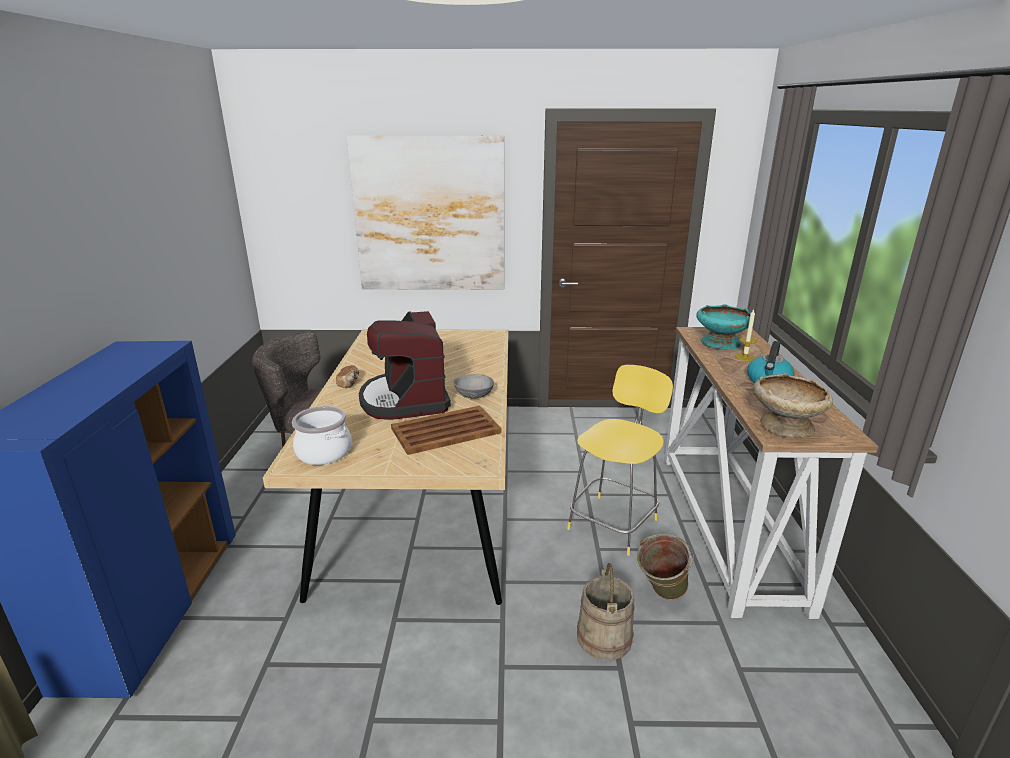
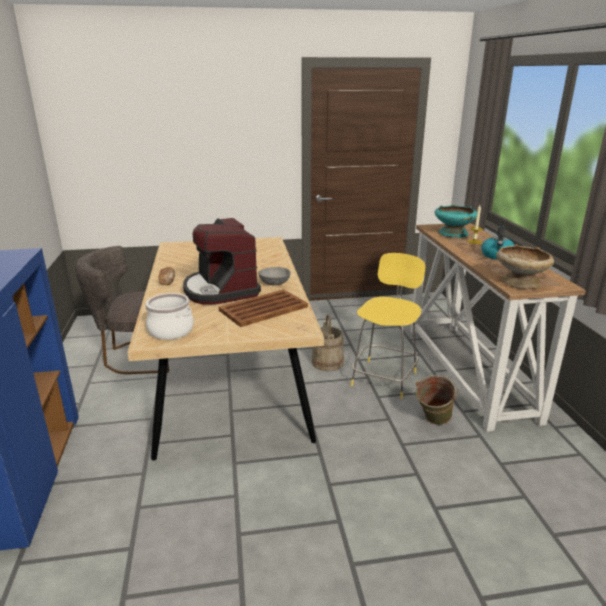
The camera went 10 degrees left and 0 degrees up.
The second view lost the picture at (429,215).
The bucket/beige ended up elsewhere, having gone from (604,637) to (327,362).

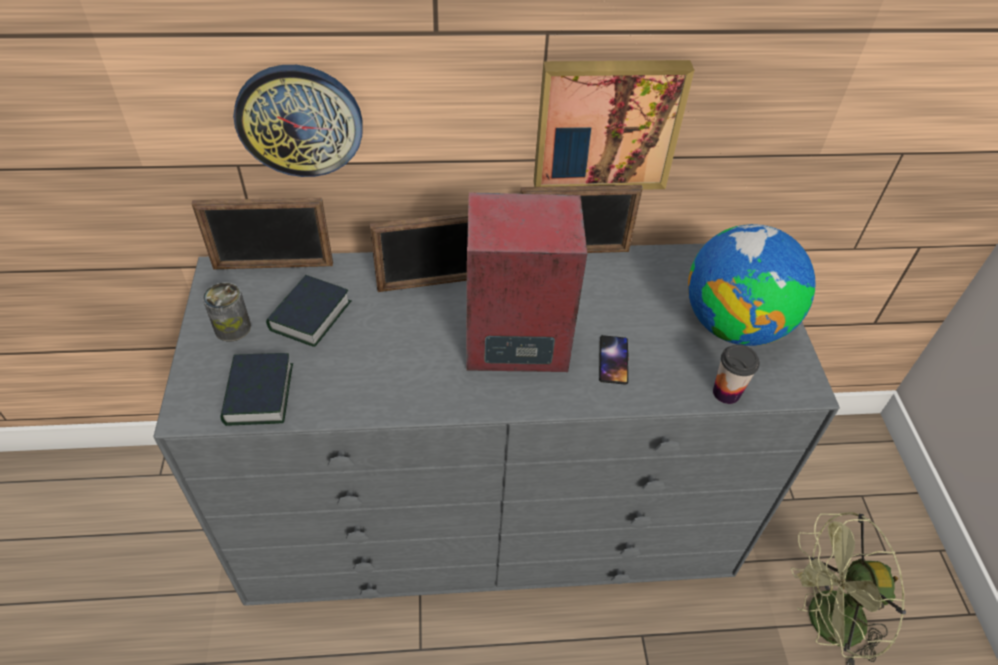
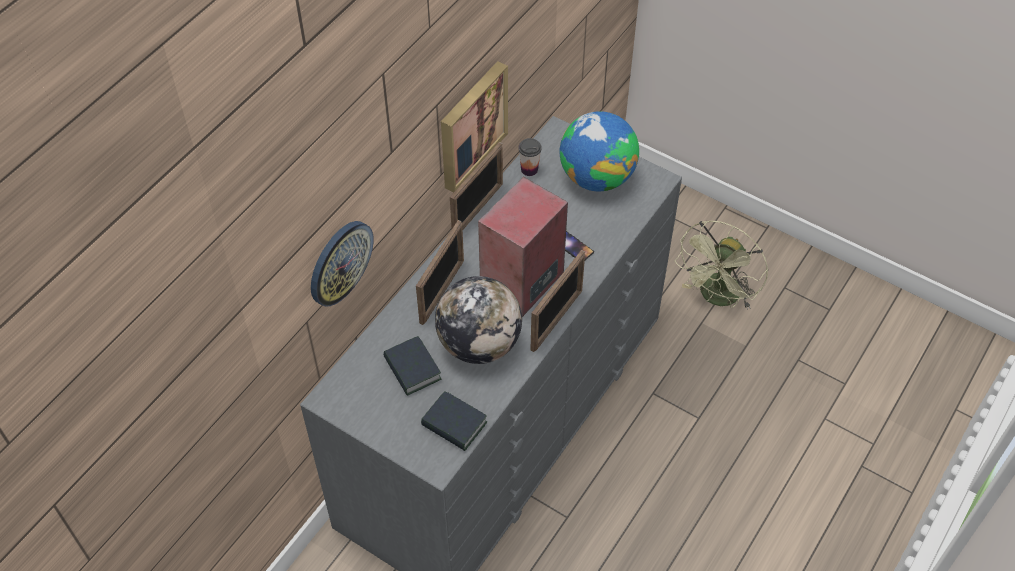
The camera went 50 degrees left and 5 degrees up.
The second view lost the can at (232,328).
The second view gained the globe at (479,344).
The picture frame ended up elsewhere, having gone from (273,266) to (557,320).
The cup ended up elsewhere, having gone from (726,392) to (529,169).

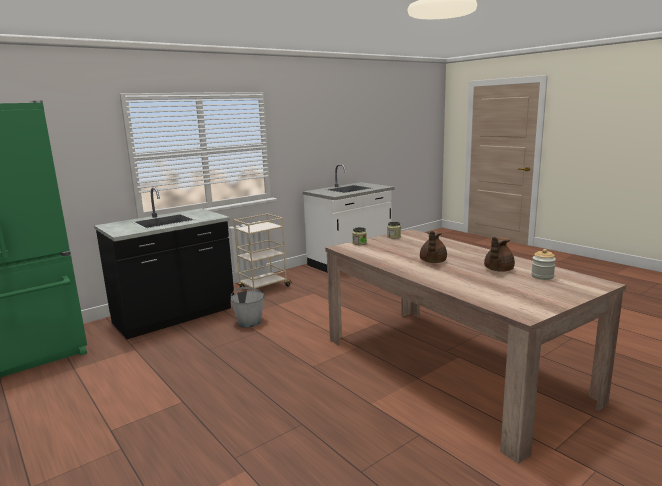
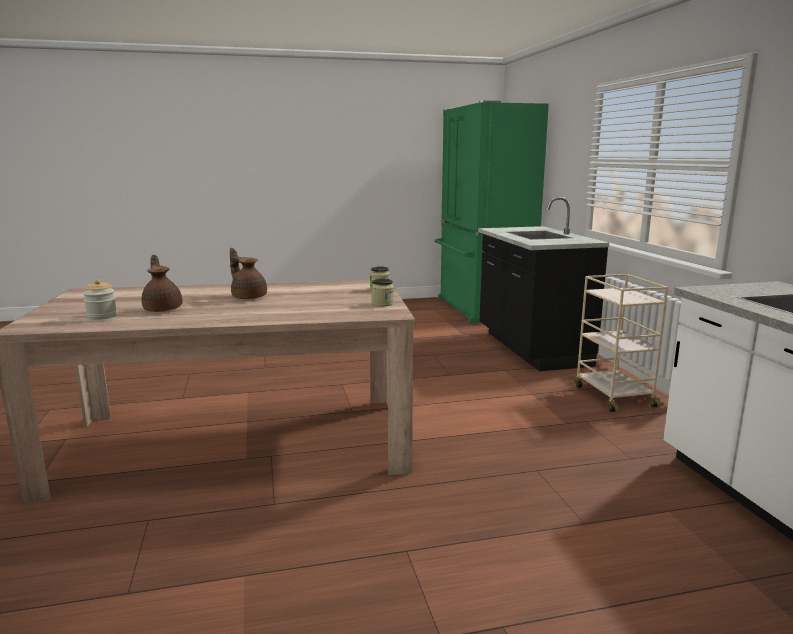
The camera went 115 degrees right and 0 degrees up.
The second view lost the bucket/grey at (249,322).

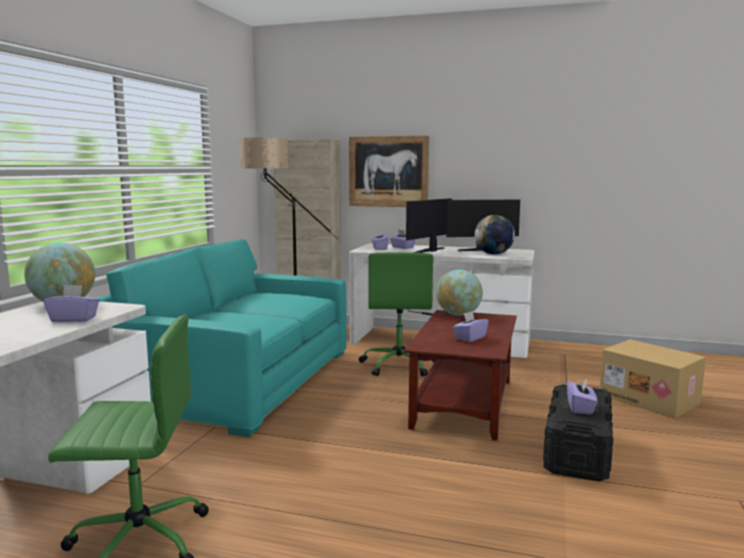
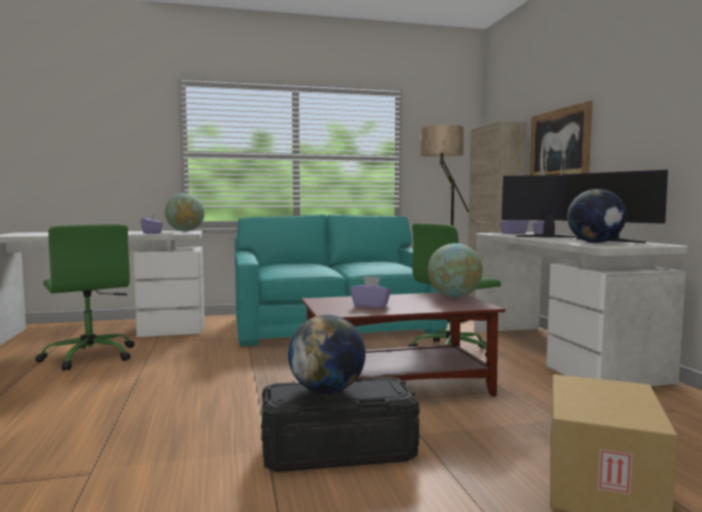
The camera went 60 degrees right and 5 degrees down.
Where the tissue box/purple stood at (580,408), the globe came to stand at (327,391).

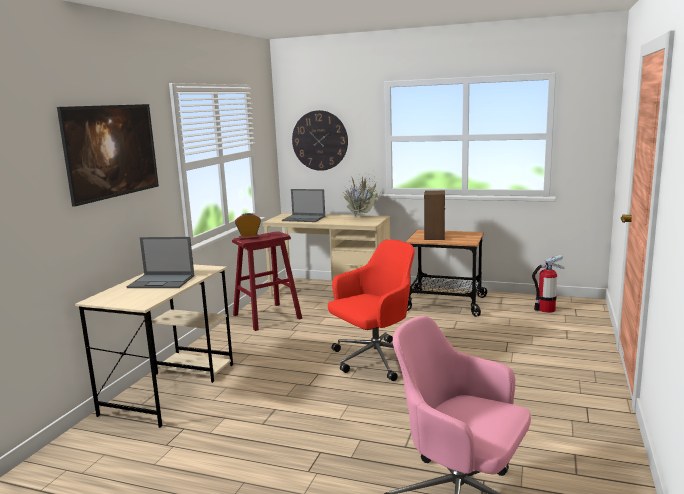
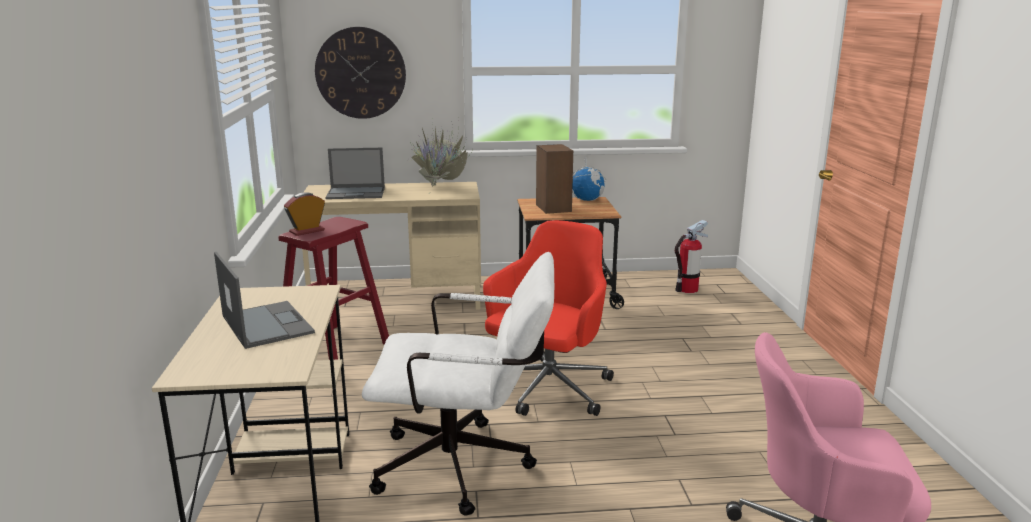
The camera went 25 degrees left and 5 degrees up.
The second view lost the picture at (115,173).
The second view gained the office chair/white at (466,467).
The second view gained the globe at (587,200).
The laptop at (162,281) ended up facing another way, 105 degrees counterclockwise from before.

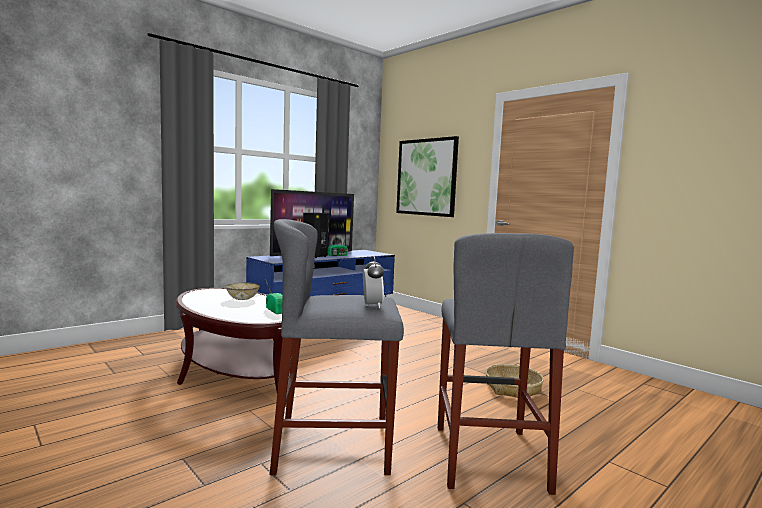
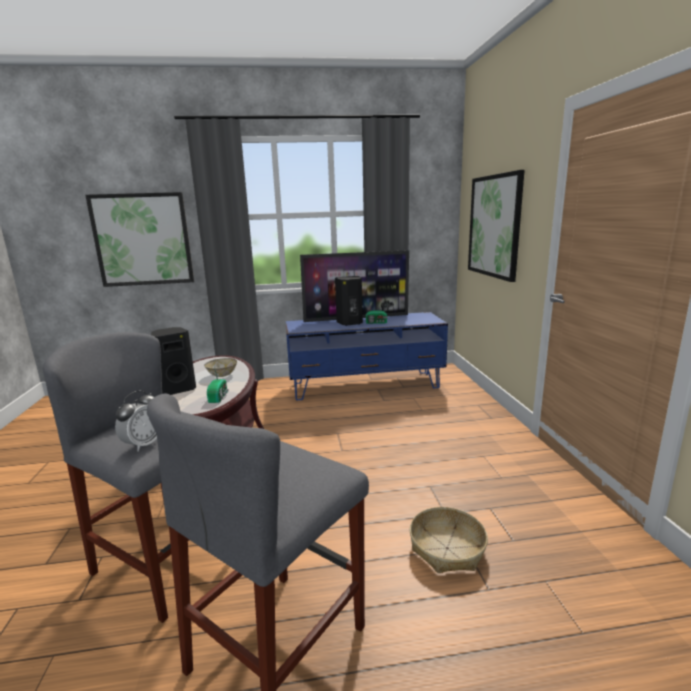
The camera went 35 degrees right and 10 degrees up.
The second view gained the picture at (143,240).
The second view gained the speaker/black at (177,389).

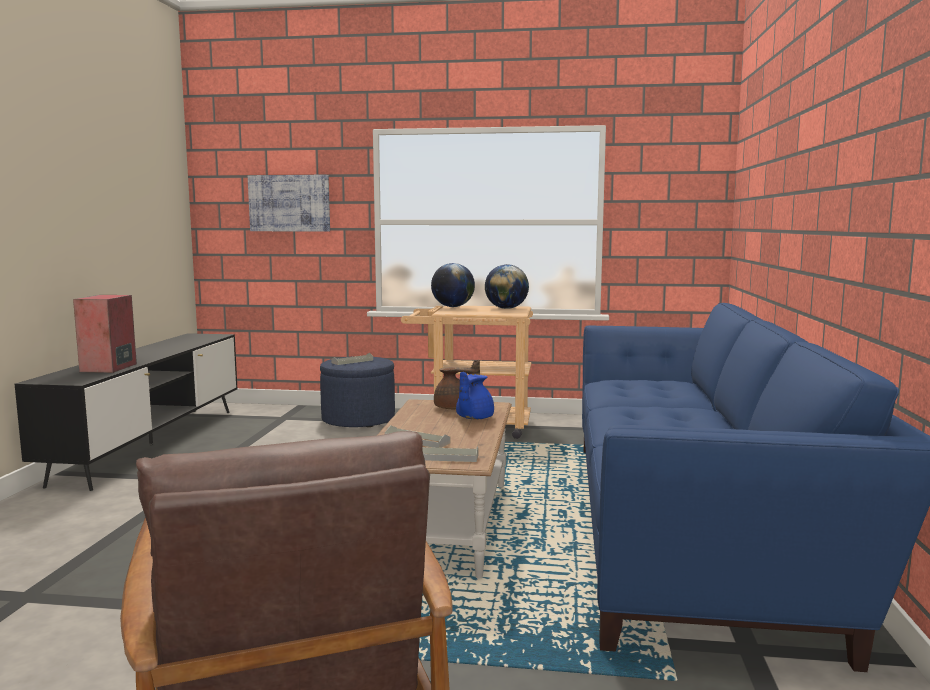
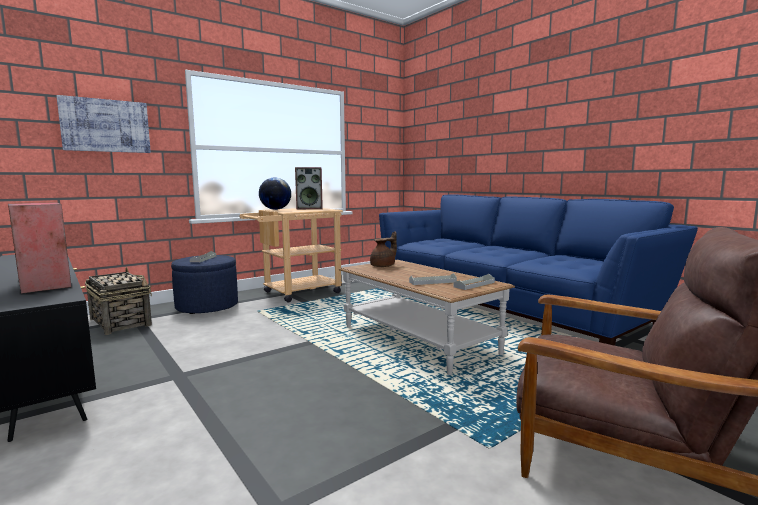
The camera went 45 degrees left and 0 degrees up.
The second view lost the teapot/blue at (473,418).
The second view gained the basket at (120,322).
Where the globe stood at (506,308), the speaker came to stand at (310,208).

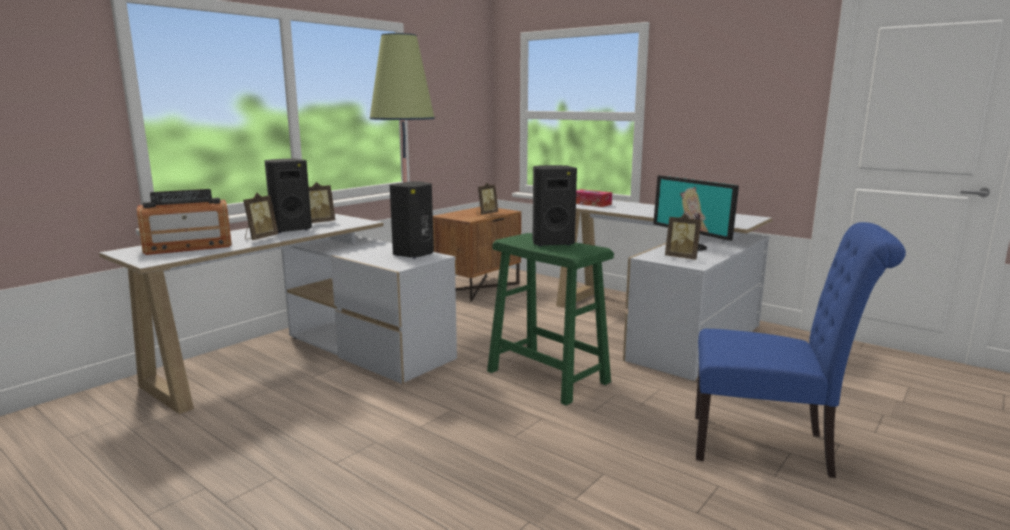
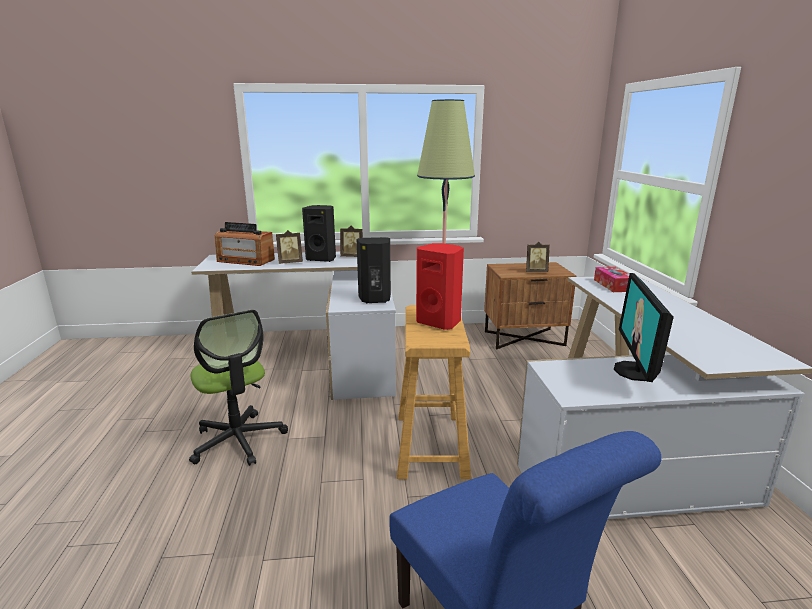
The camera went 45 degrees right and 5 degrees up.
The second view lost the picture frame at (682,257).
The second view gained the office chair at (238,440).
What was the stool/green at (547,376) turned into the stool/beige at (431,445).
What was the speaker/black at (551,243) turned into the speaker/red at (440,322).

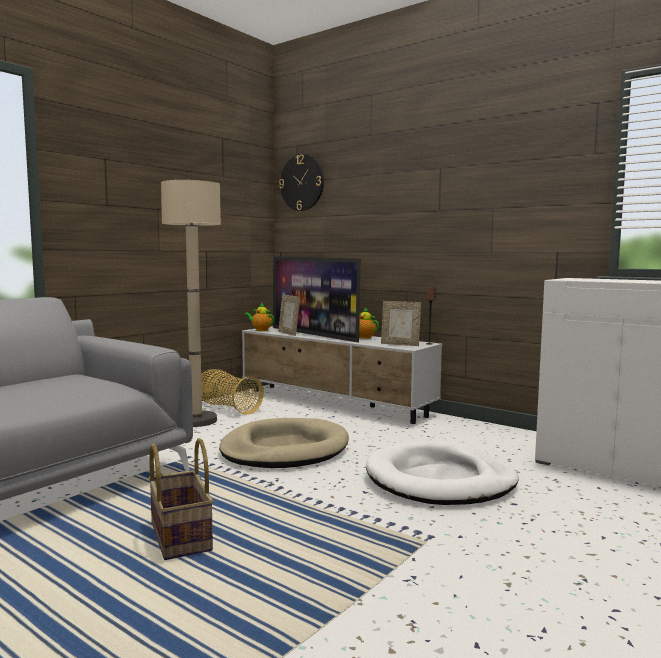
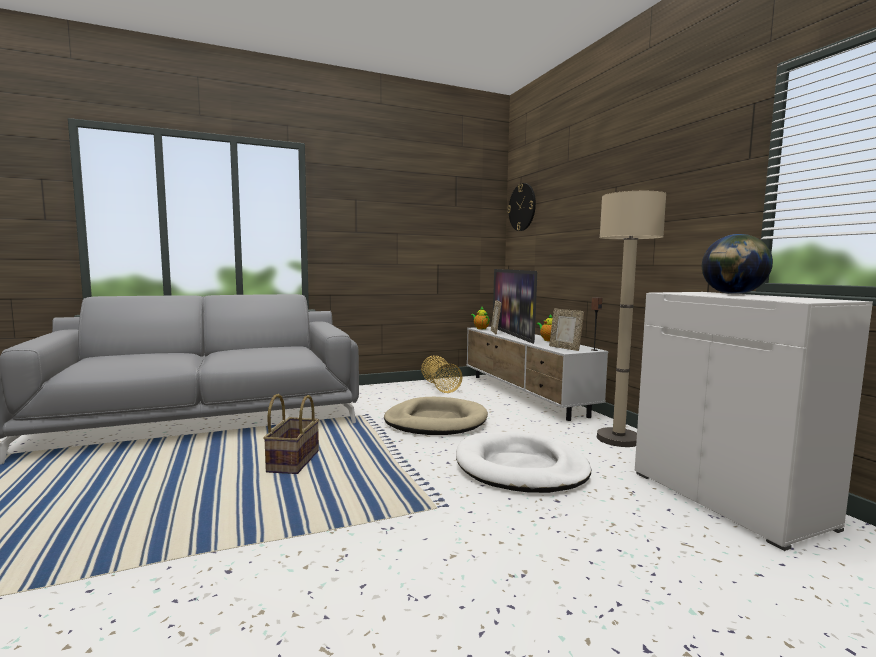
The camera went 30 degrees right and 0 degrees up.
The second view gained the globe at (733,294).
The floor lamp/beige ended up elsewhere, having gone from (196,421) to (618,439).

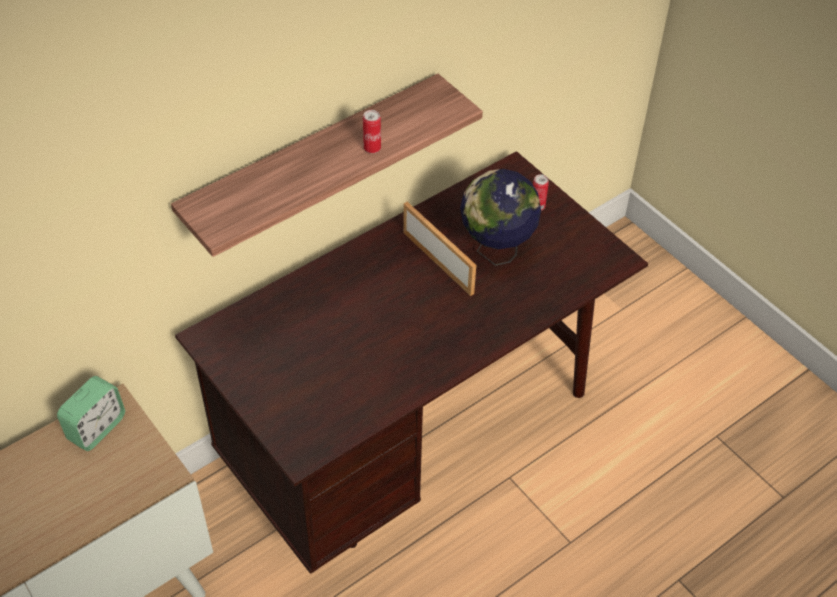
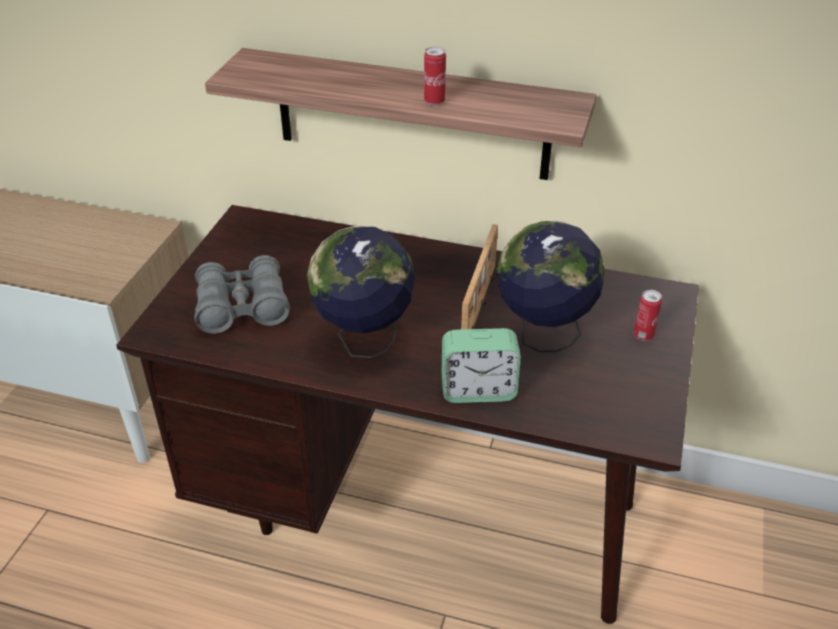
The camera went 55 degrees right and 10 degrees down.
The second view gained the binoculars/grey at (242,307).
The second view gained the globe at (364,342).
The alarm clock ended up elsewhere, having gone from (96,428) to (478,390).

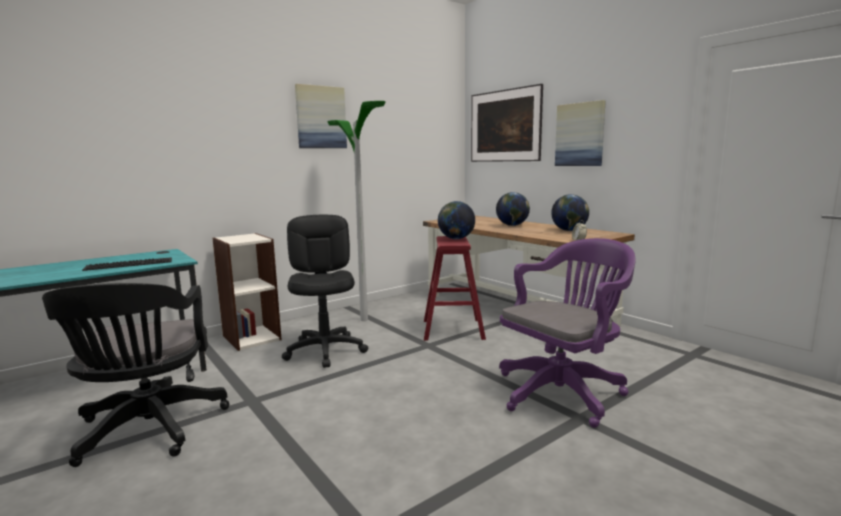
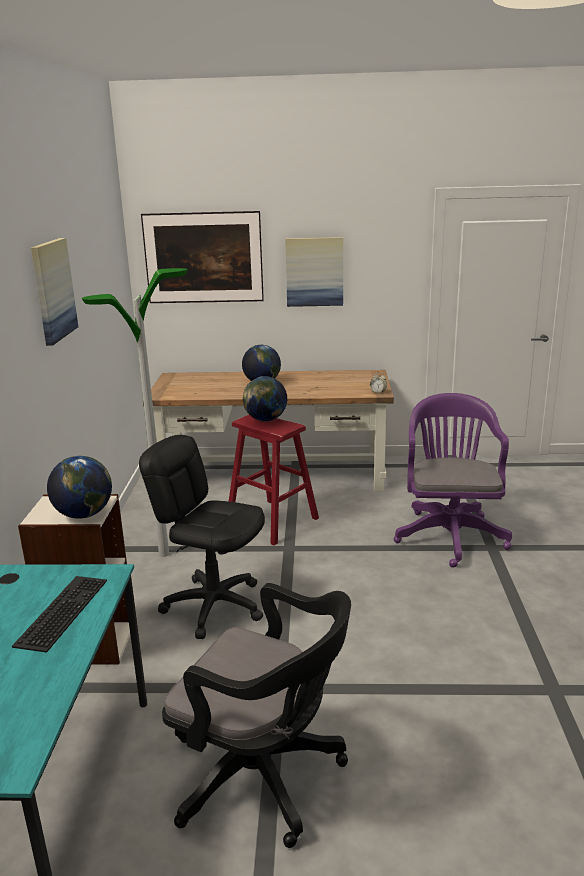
The camera went 50 degrees left and 10 degrees up.
The globe ended up elsewhere, having gone from (569,230) to (84,515).

